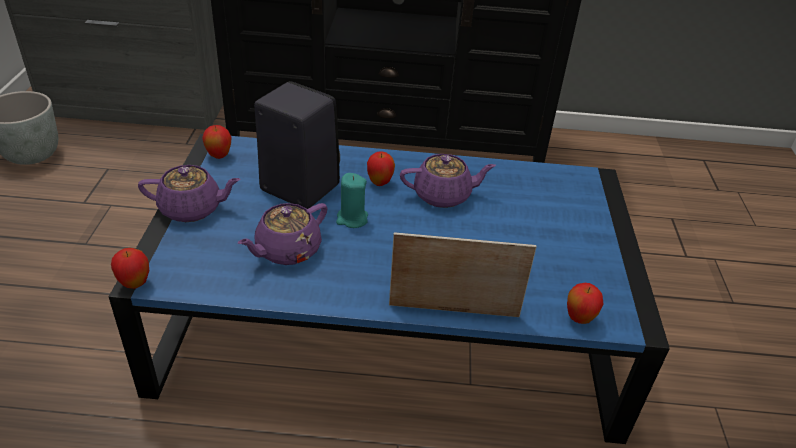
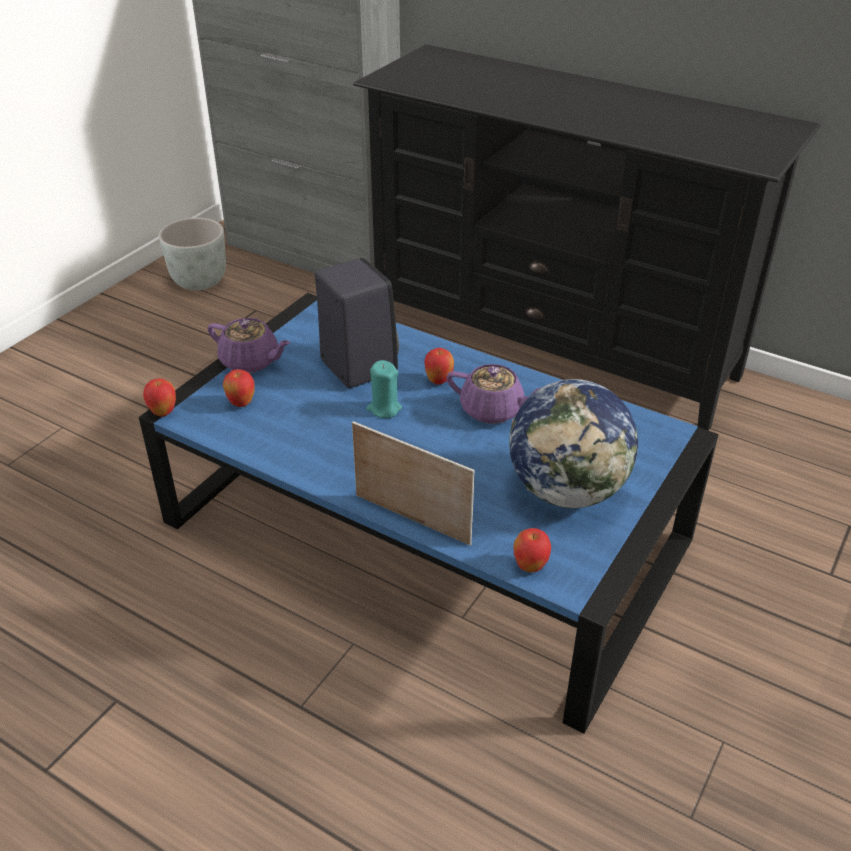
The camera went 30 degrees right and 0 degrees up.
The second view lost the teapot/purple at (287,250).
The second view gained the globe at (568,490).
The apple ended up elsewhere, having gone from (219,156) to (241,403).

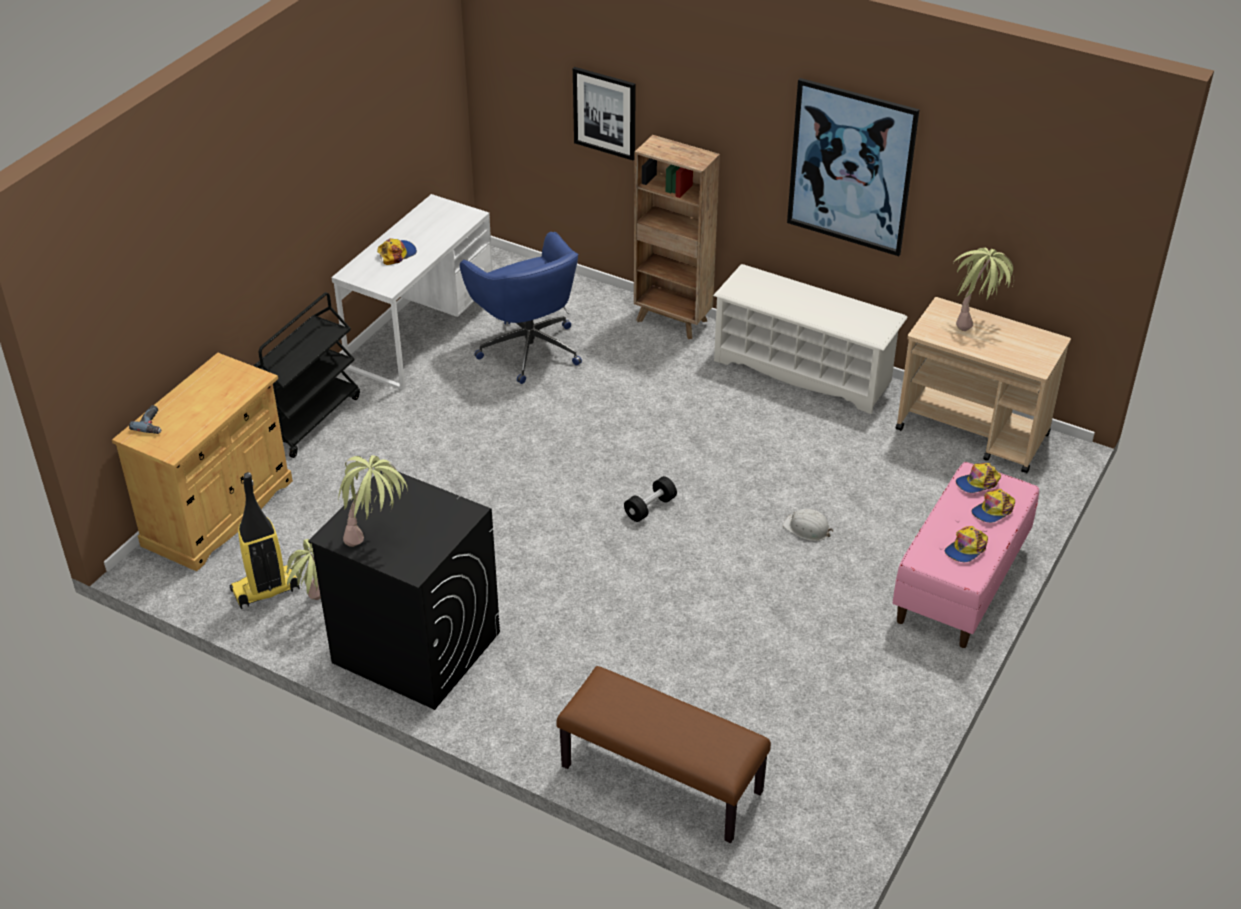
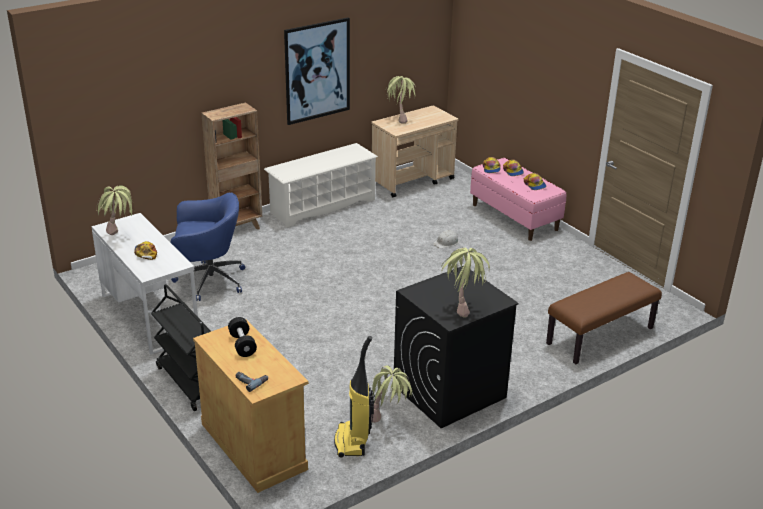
The camera went 65 degrees left and 10 degrees down.
The second view lost the picture at (605,113).
The second view gained the potted plant at (120,238).
The dumbbell/black ended up elsewhere, having gone from (650,508) to (242,345).

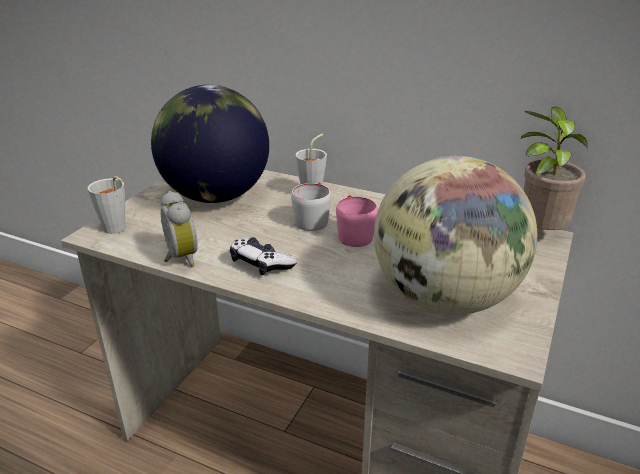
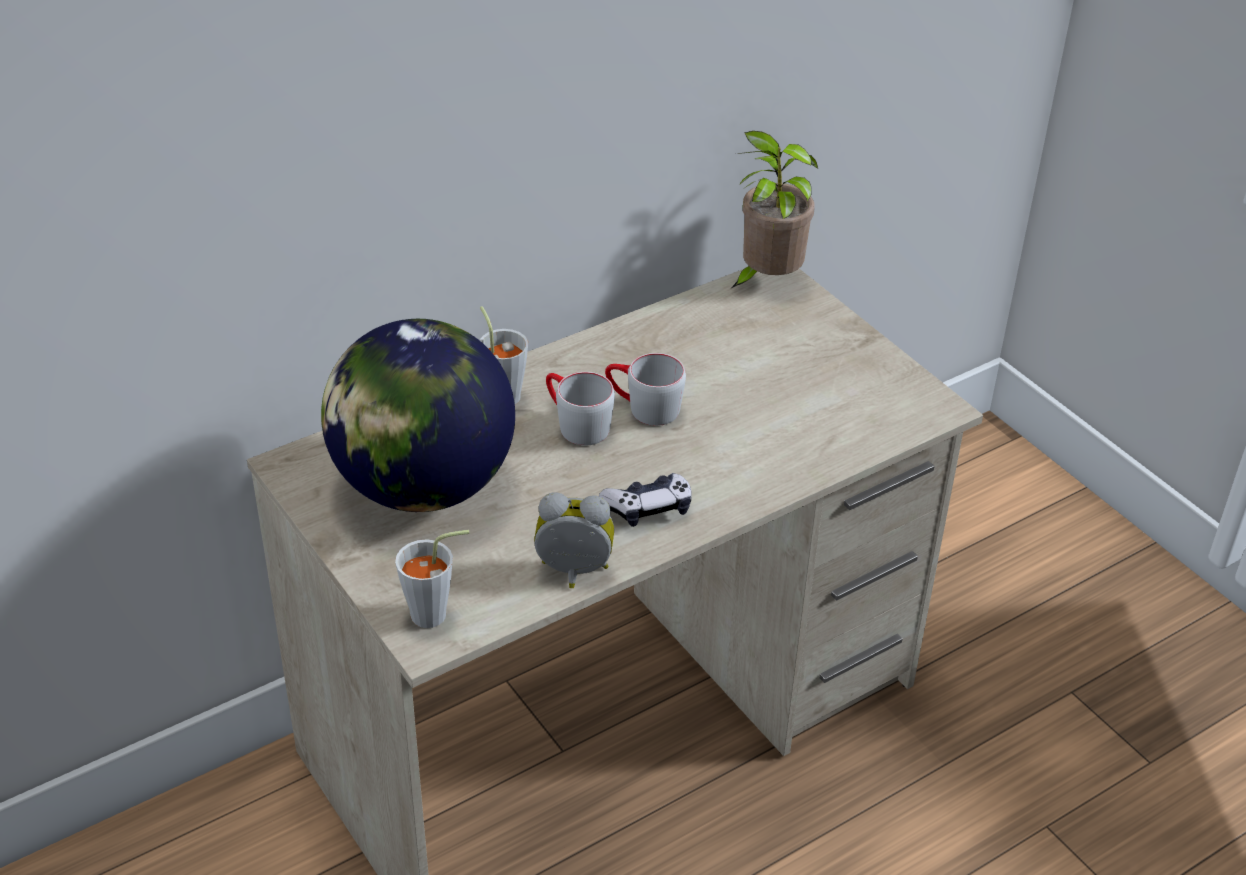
The camera went 60 degrees left and 10 degrees up.
The second view lost the globe at (444,299).
What was the mug/pink at (353,233) turned into the mug/grey at (643,407).

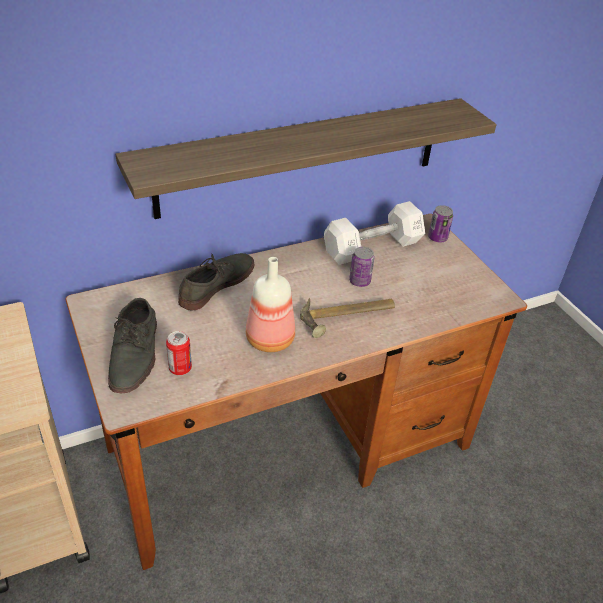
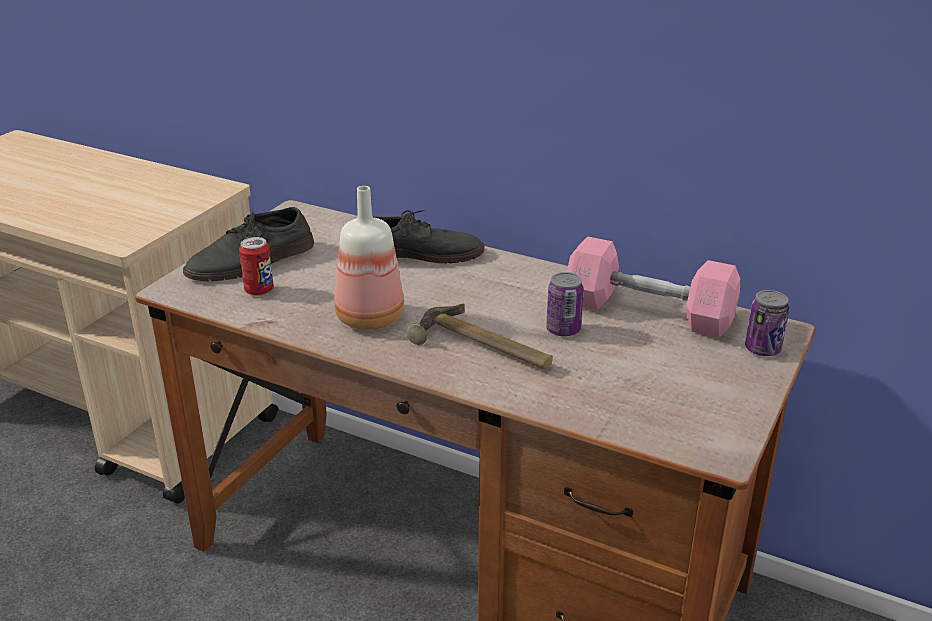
The camera went 55 degrees right and 10 degrees down.
The second view lost the shelf at (302,157).
What was the dumbbell/white at (372,247) turned into the dumbbell/pink at (648,312).

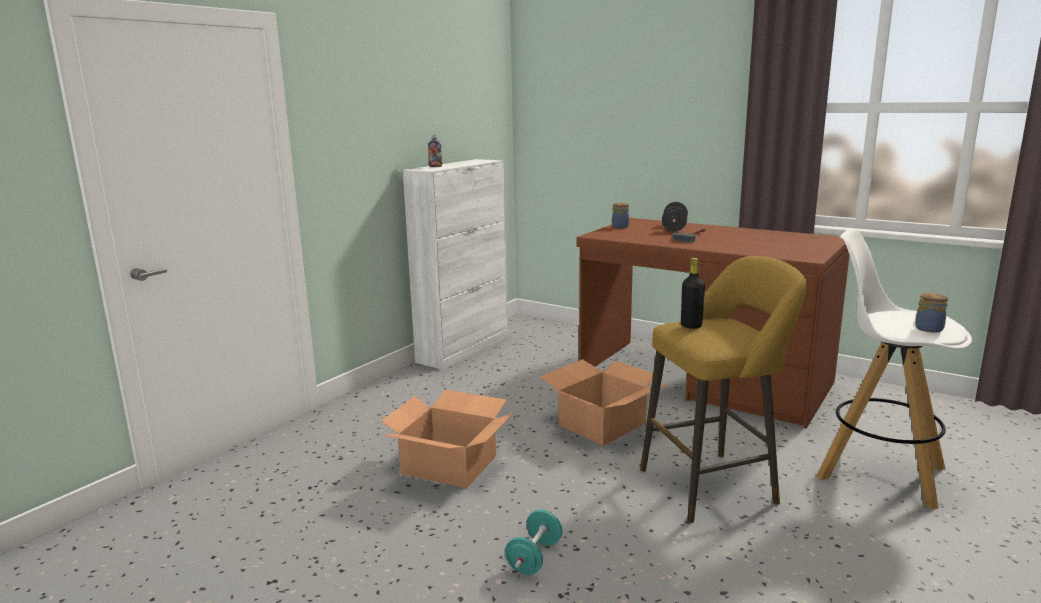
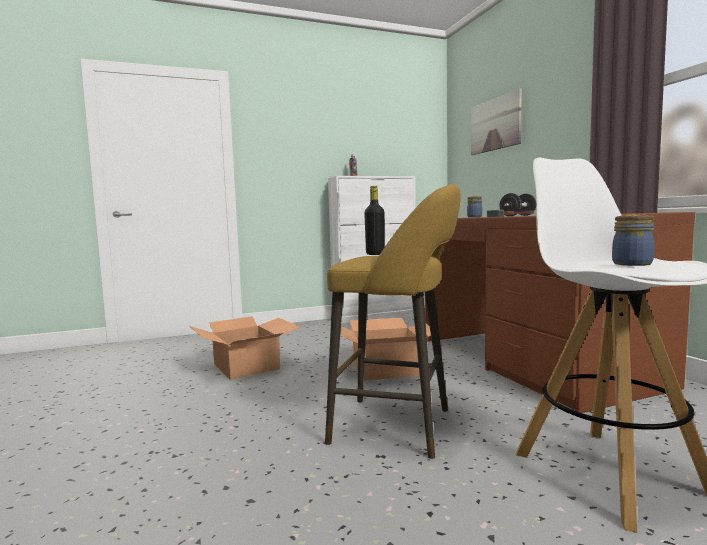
The camera went 35 degrees right and 10 degrees down.
The second view lost the dumbbell/turquoise at (534,557).
The second view gained the picture at (495,124).

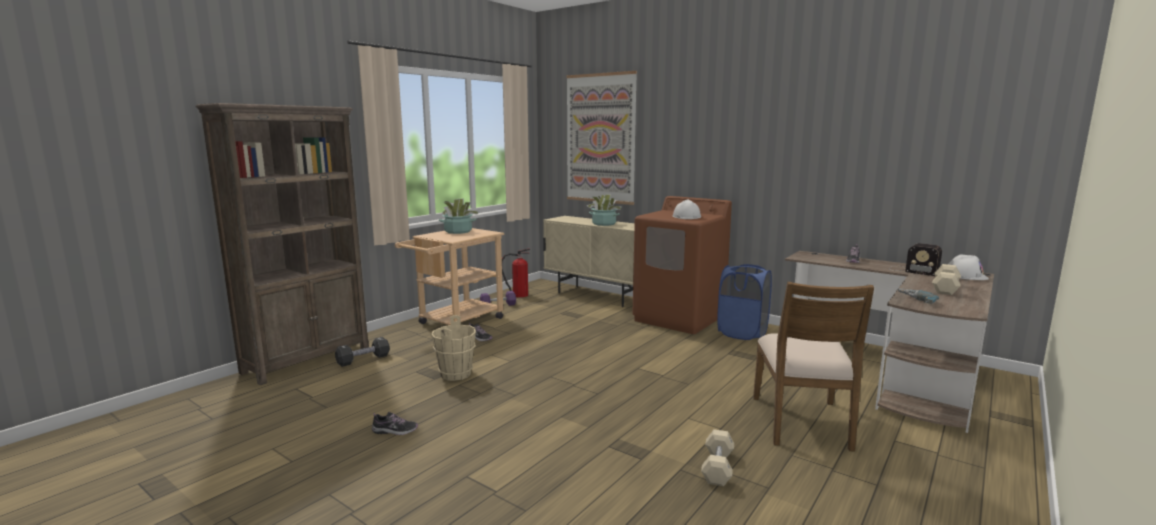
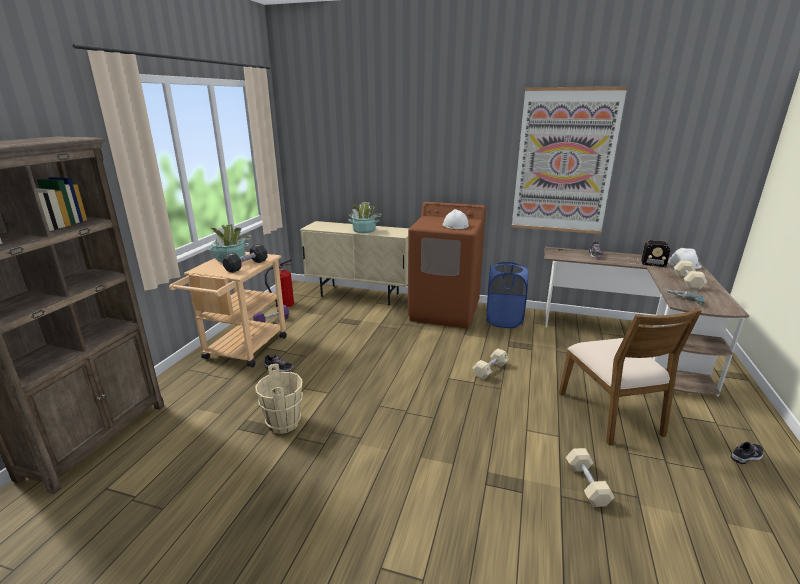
The camera went 20 degrees left and 10 degrees up.
The second view gained the dumbbell/beige at (490,370).
The dumbbell/black ended up elsewhere, having gone from (363,360) to (246,266).
The shoe ended up elsewhere, having gone from (395,431) to (746,456).
The picture ended up elsewhere, having gone from (600,139) to (564,162).

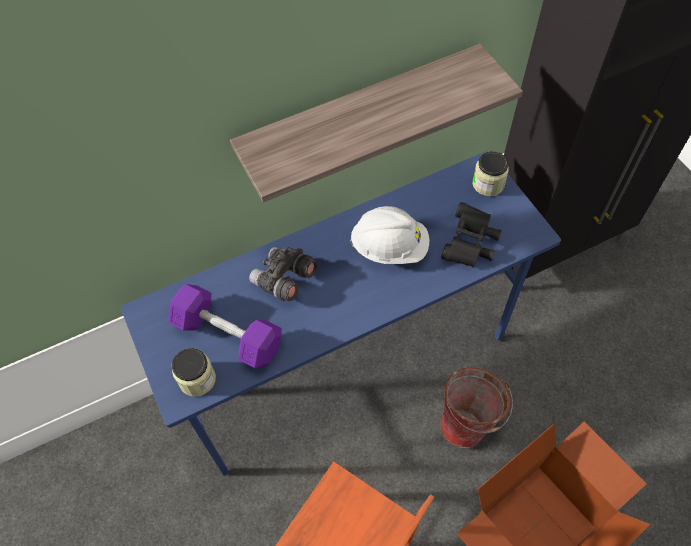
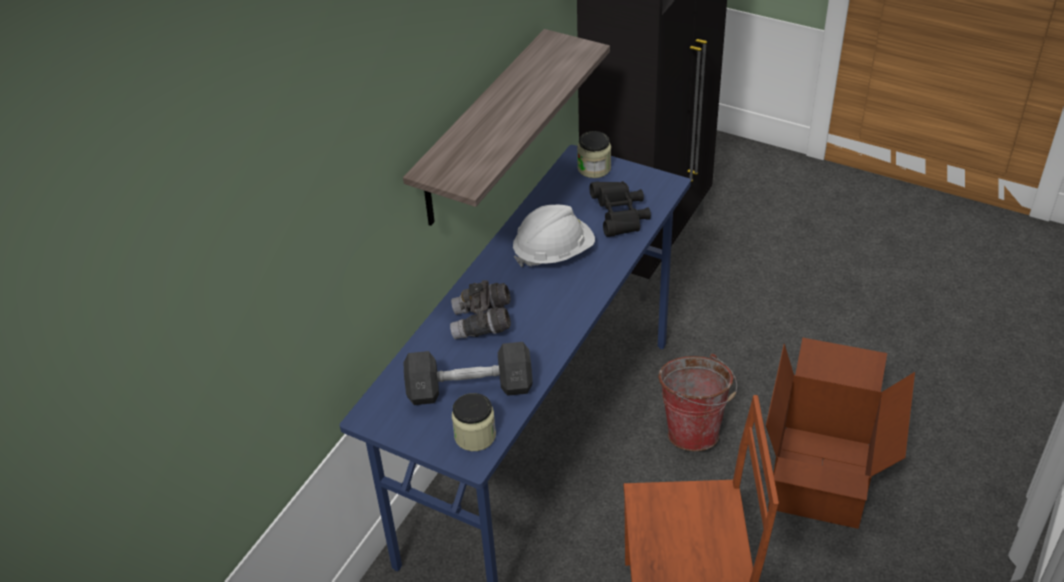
The camera went 35 degrees left and 15 degrees down.
What was the dumbbell/purple at (228,334) turned into the dumbbell/grey at (470,389).

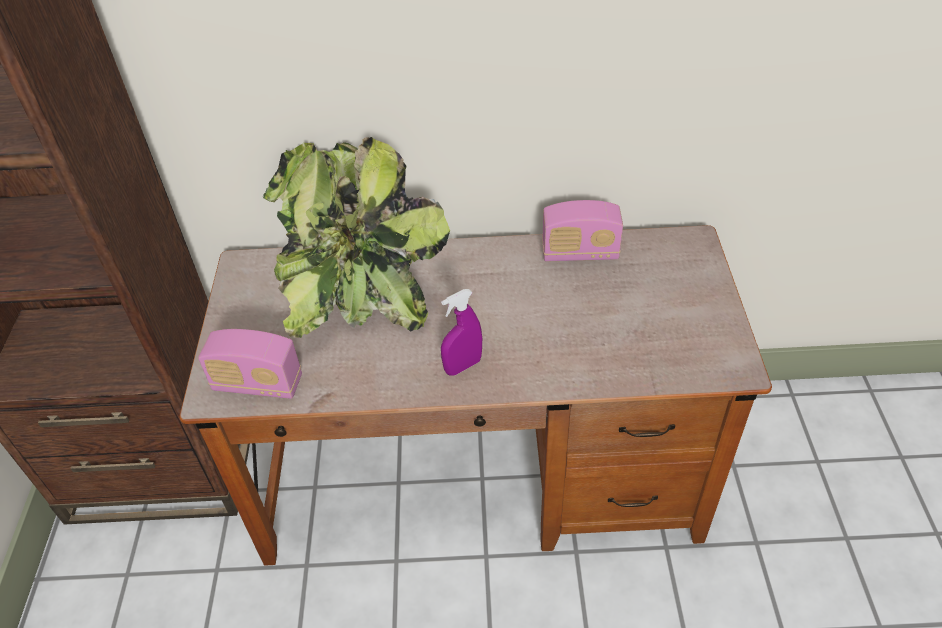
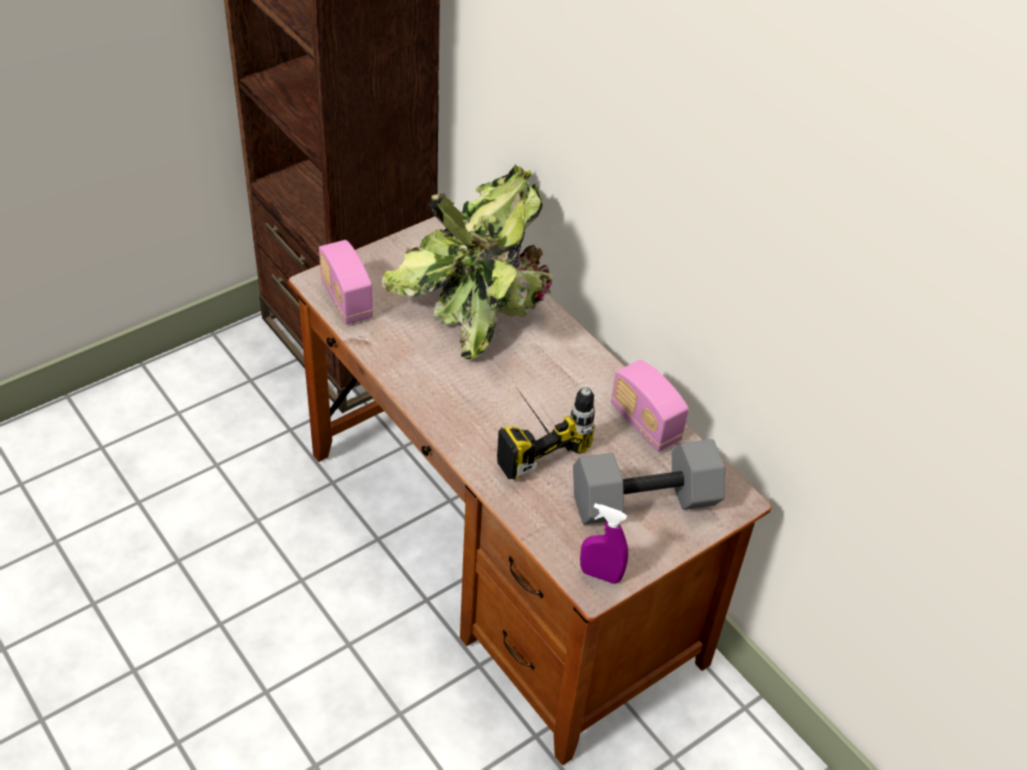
The camera went 50 degrees right and 0 degrees up.
The second view gained the power drill at (530,435).
The second view gained the dumbbell/grey at (645,499).
The spray bottle/purple ended up elsewhere, having gone from (463,366) to (600,575).

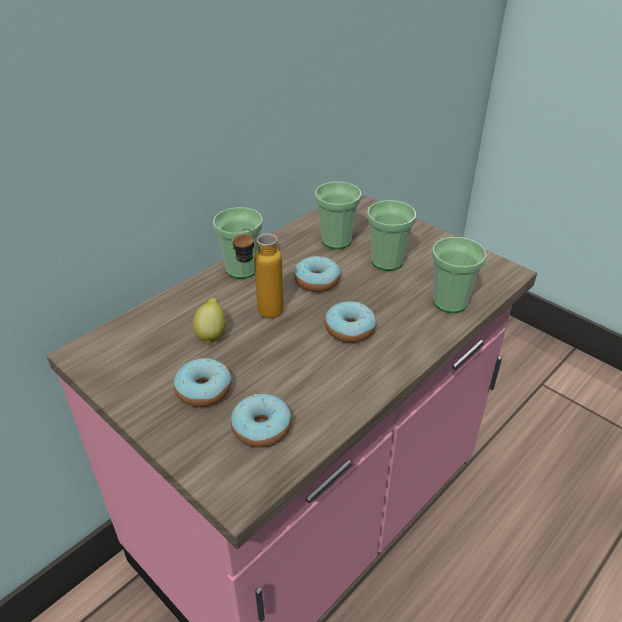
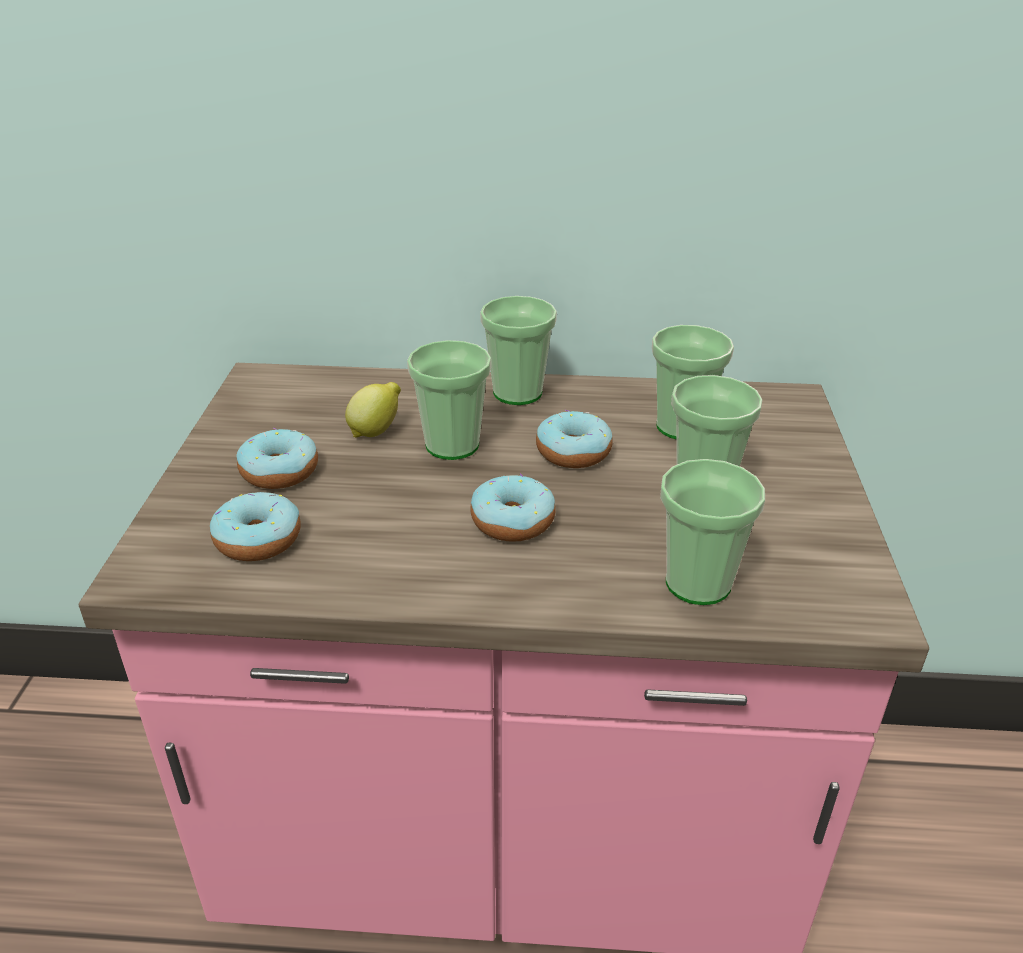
The camera went 50 degrees right and 5 degrees down.
Where the bottle stood at (261,315), the cup came to stand at (452,445).

